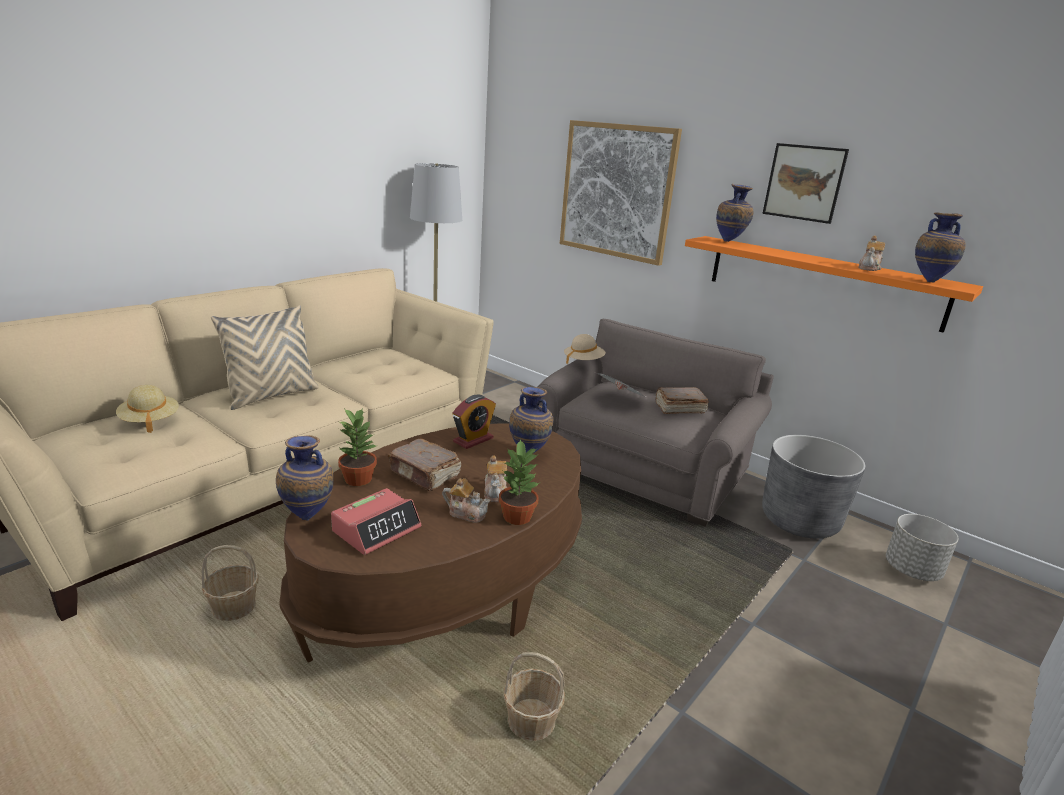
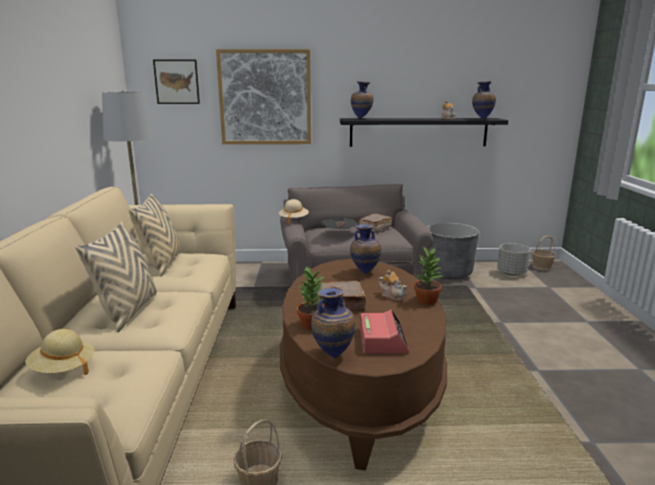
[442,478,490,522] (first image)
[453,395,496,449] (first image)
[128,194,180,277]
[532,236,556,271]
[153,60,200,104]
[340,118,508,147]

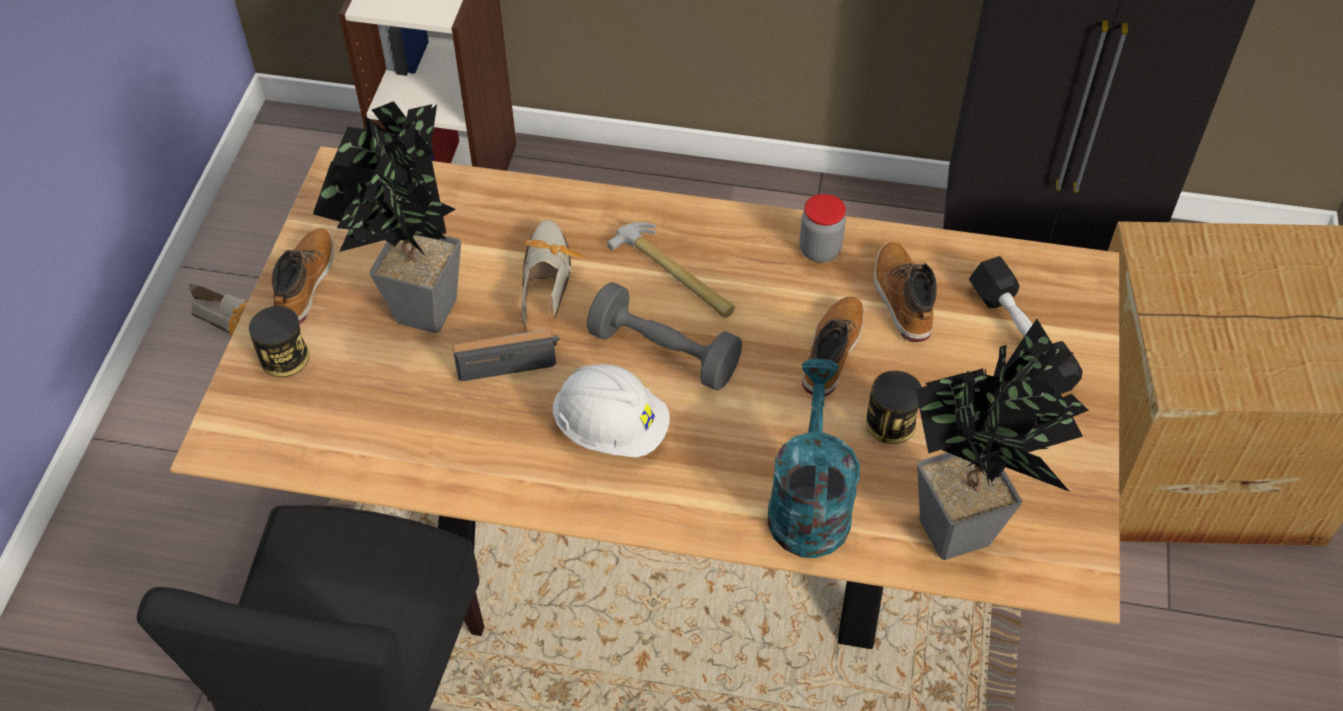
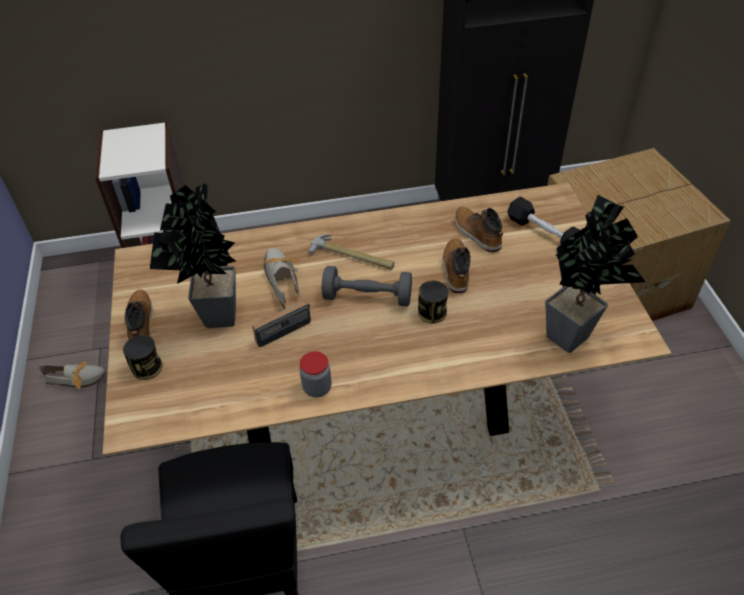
[553,364,670,458] (first image)
[768,359,860,558] (first image)
[300,351,331,397]
[418,281,448,324]

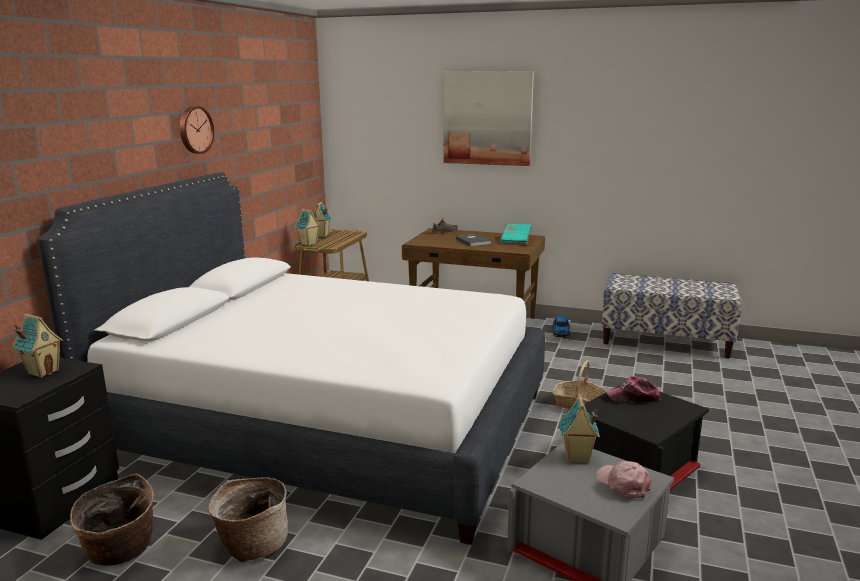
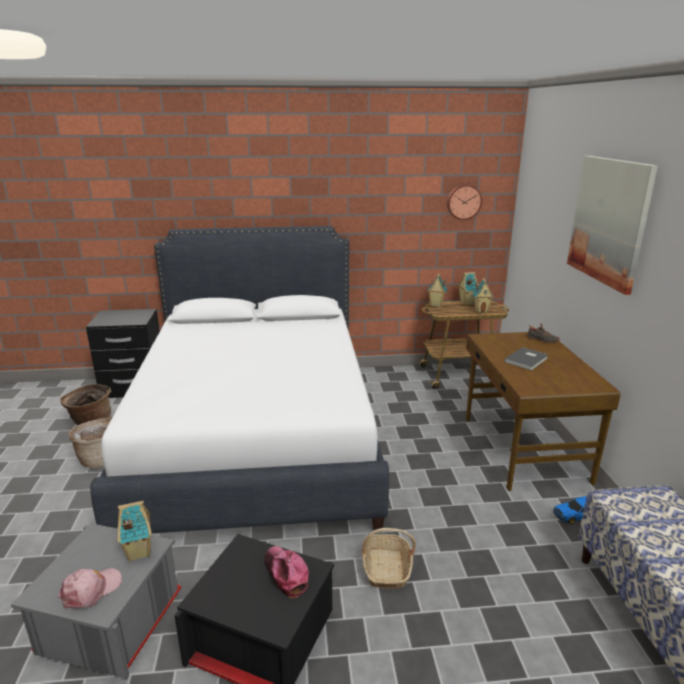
[500,223,532,244] (first image)
[472,278,494,313]
[447,184,482,220]

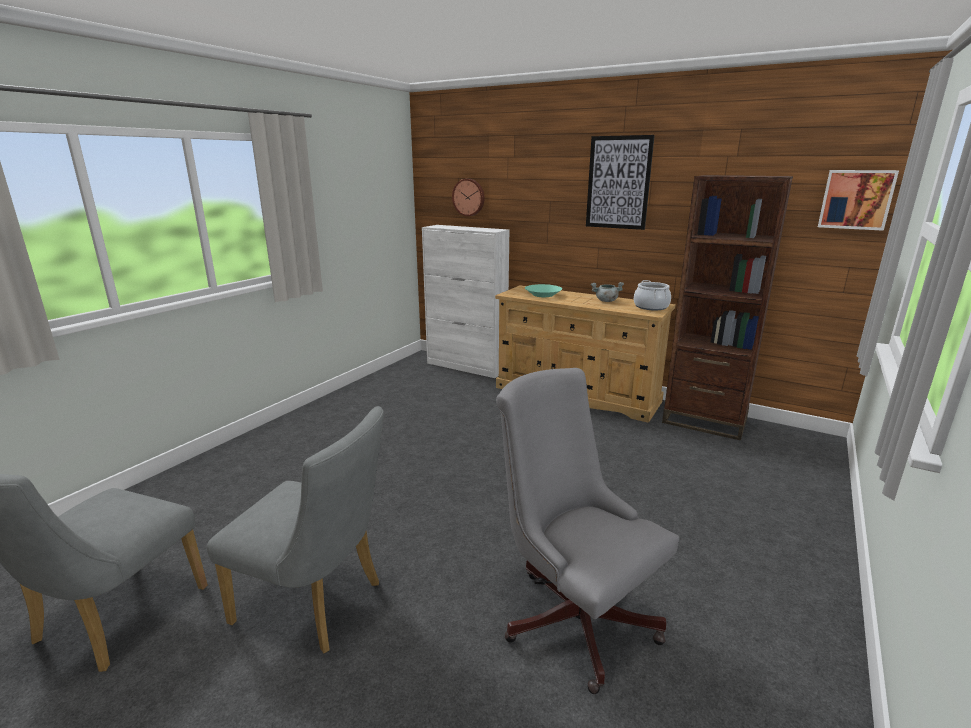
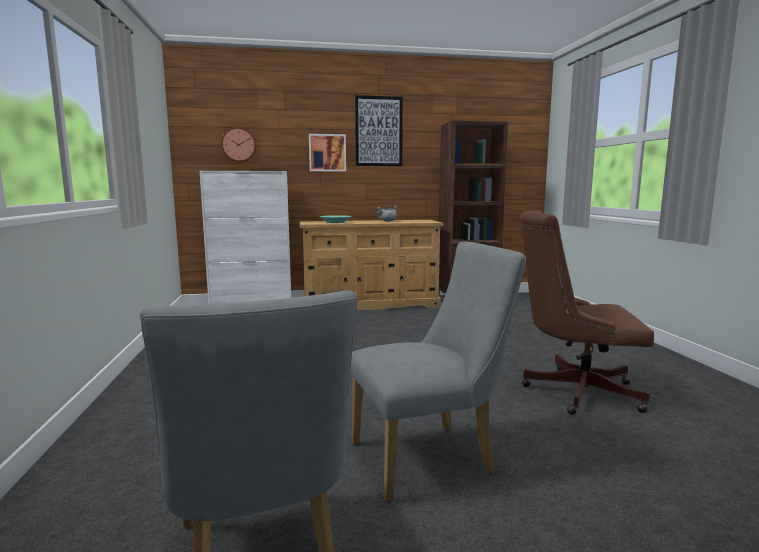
[634,280,671,310] (first image)
[309,134,346,171]
[519,210,654,415]

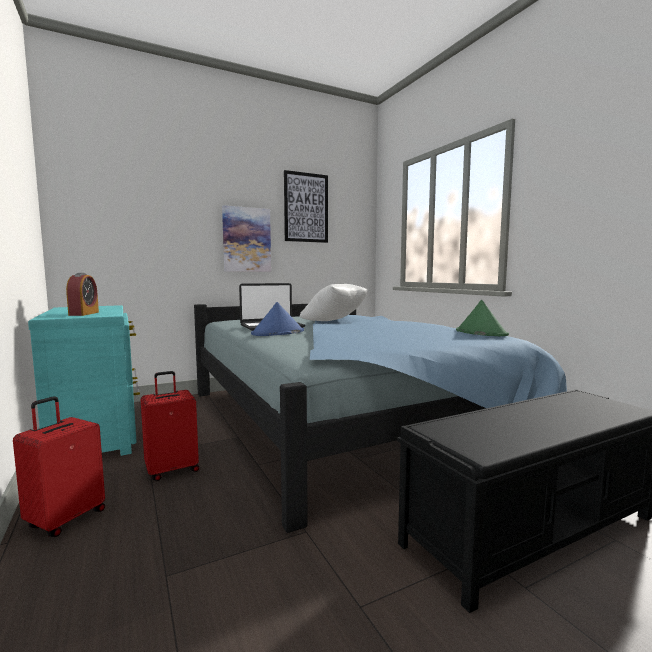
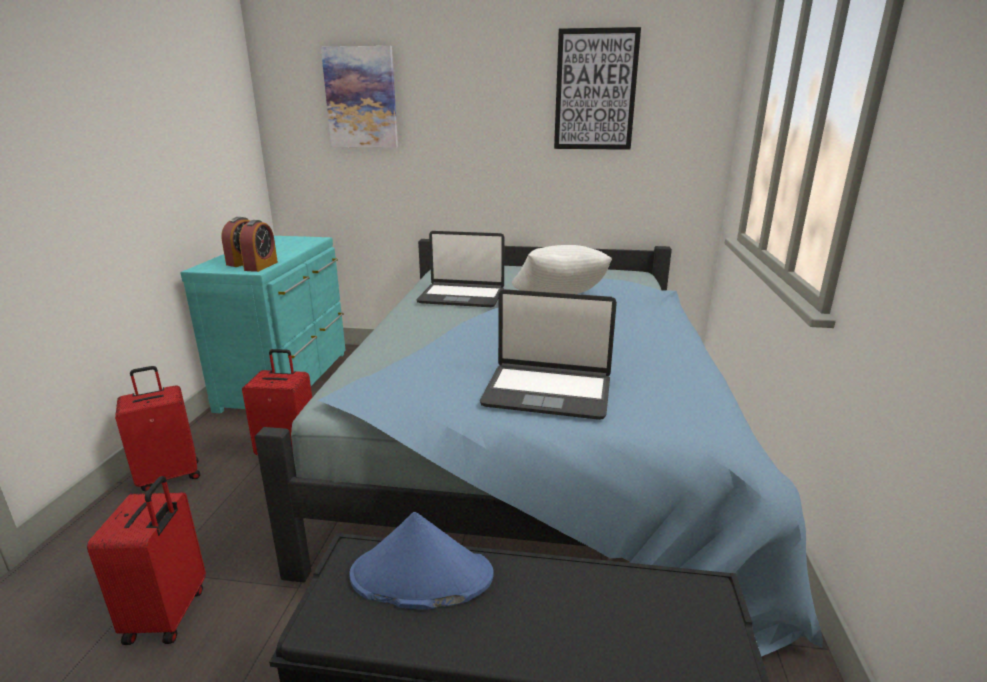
[456,300,509,336] (first image)
[87,476,206,645]
[239,220,278,272]
[480,289,617,420]
[321,46,398,148]
[349,512,494,609]

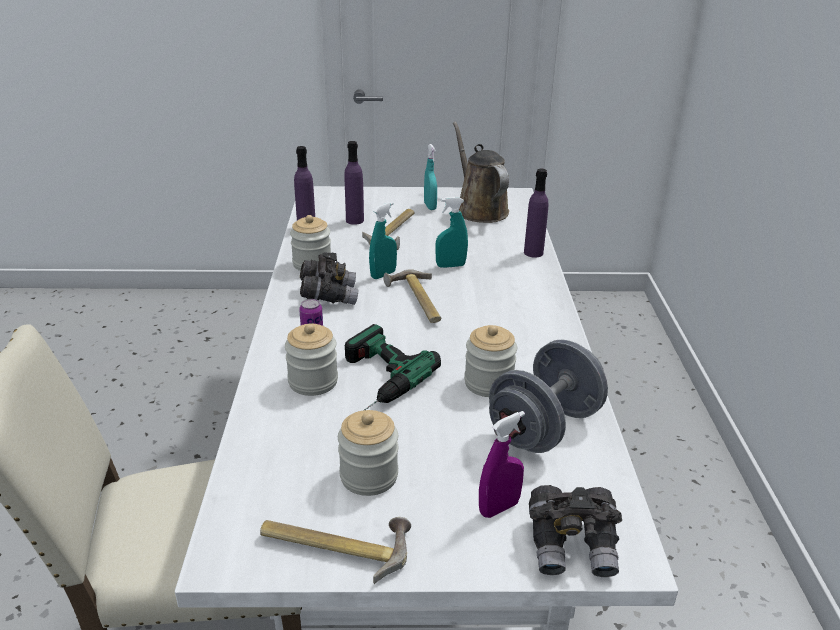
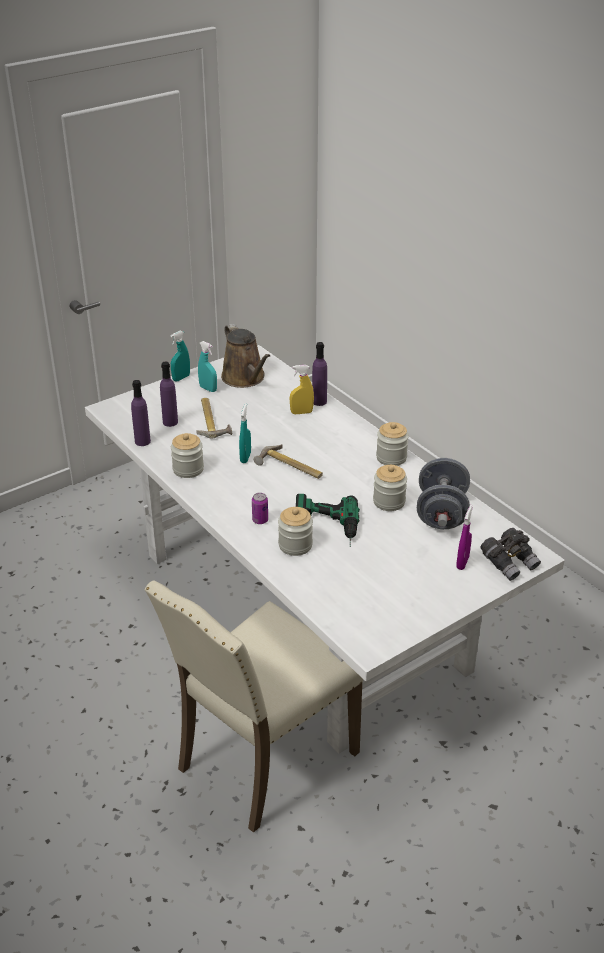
[260,517,411,584] (first image)
[300,252,358,305] (first image)
[290,365,314,414]
[376,422,409,466]
[171,331,190,382]
[221,324,271,388]

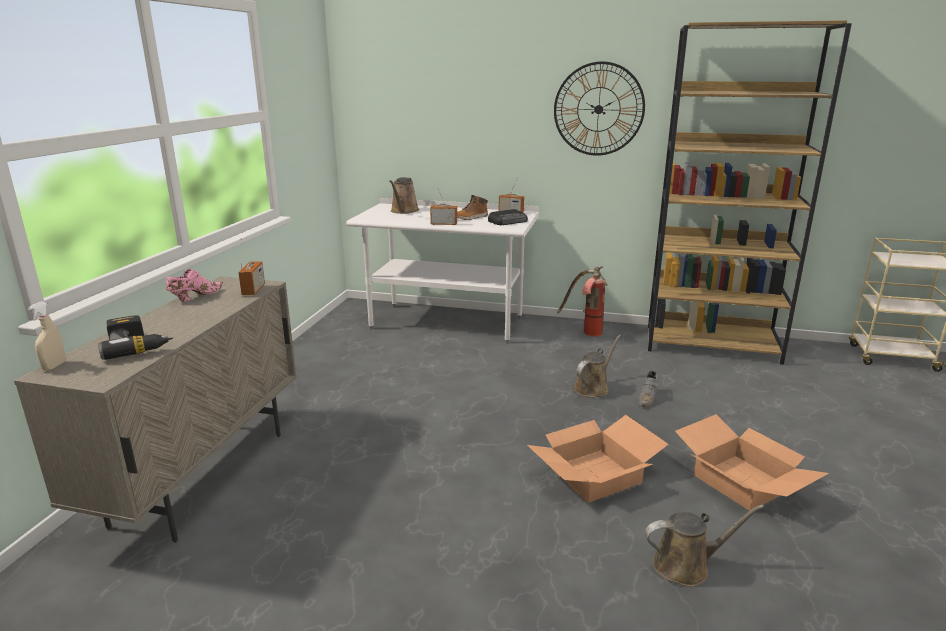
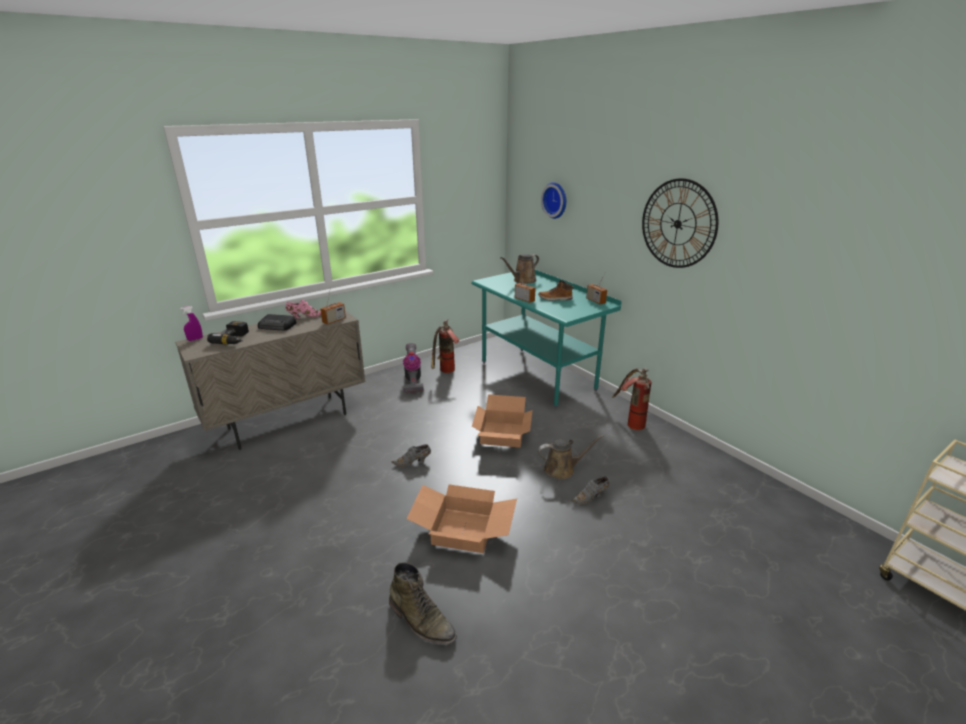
[648,20,852,365] (first image)
[392,444,431,467]
[403,343,424,393]
[431,319,460,373]
[541,182,566,219]
[258,314,296,330]
[472,394,532,448]
[389,562,457,645]
[180,306,203,341]
[471,270,622,408]

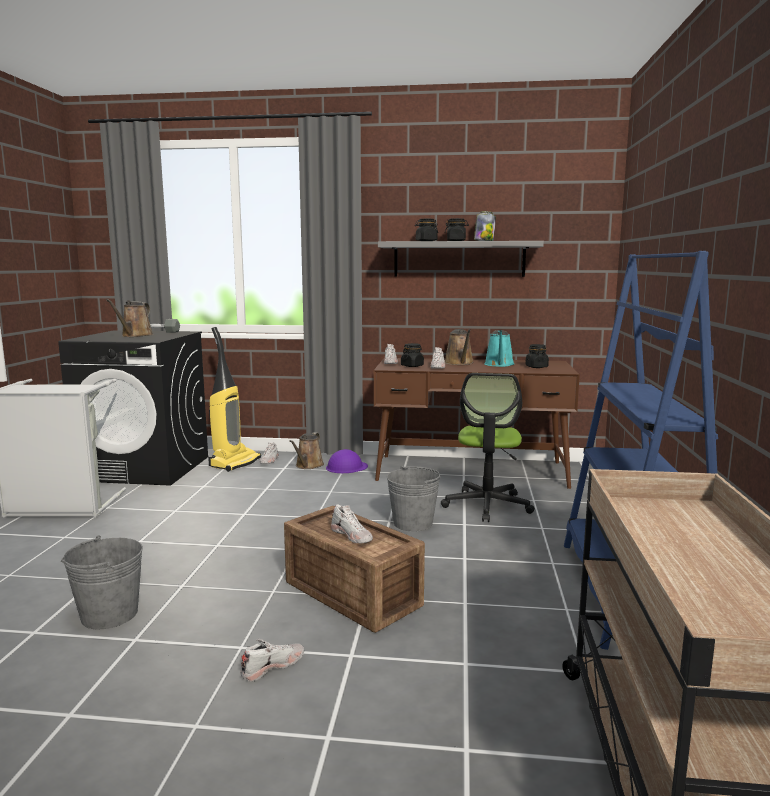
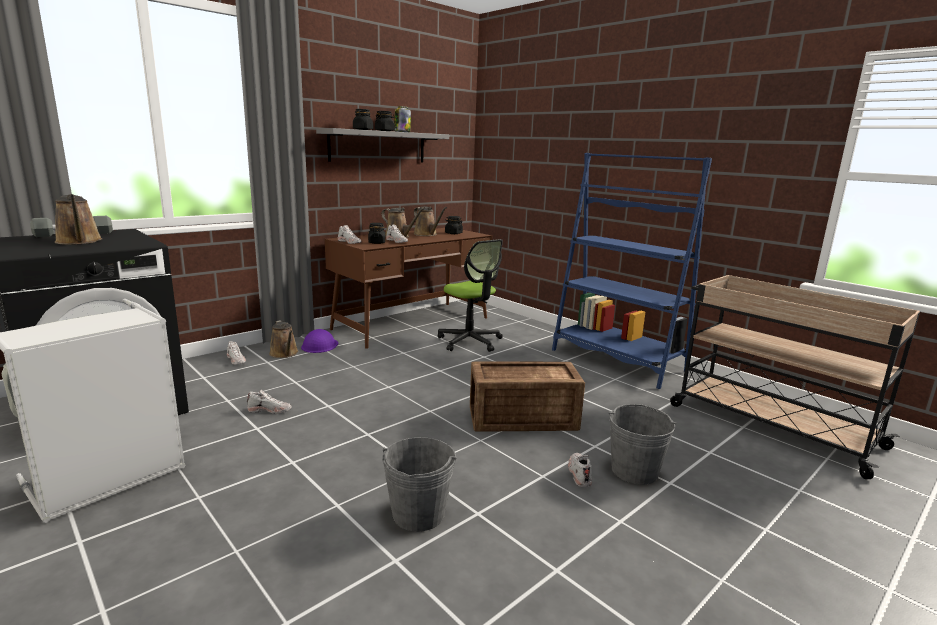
[208,327,261,472] (first image)
[247,390,291,414]
[609,404,676,485]
[414,206,447,236]

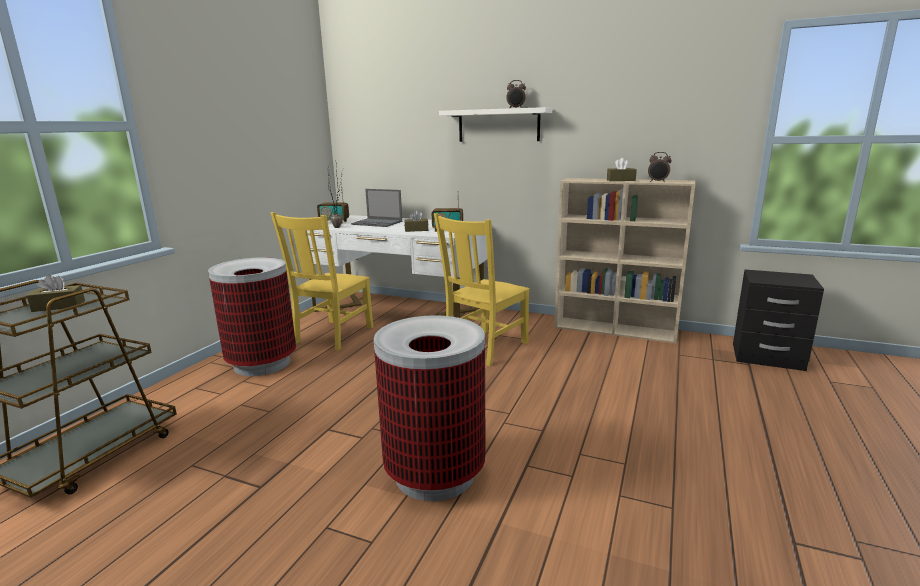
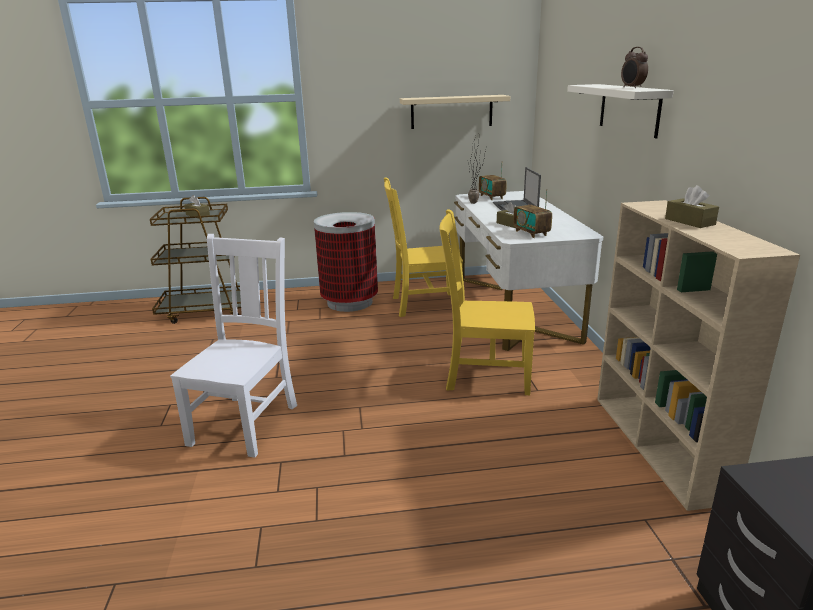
[648,152,672,182] (first image)
[400,95,510,129]
[170,234,297,458]

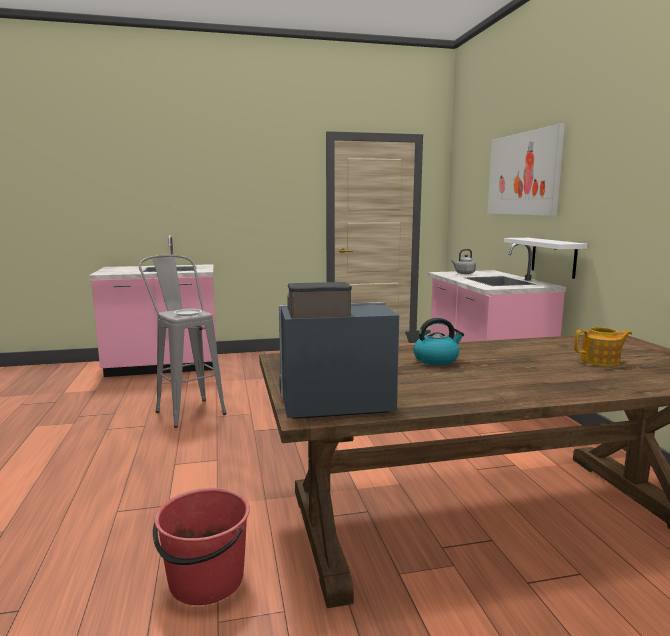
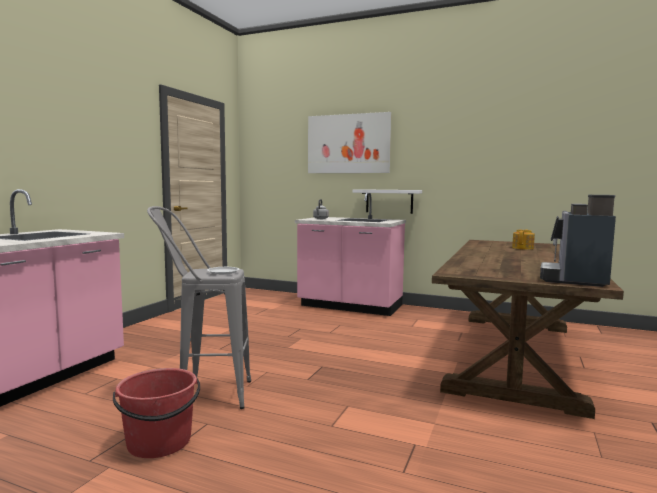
[413,318,464,365] (first image)
[113,368,200,458]

